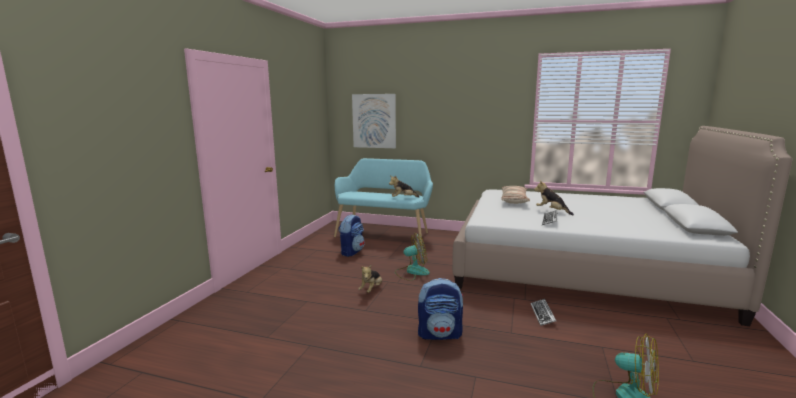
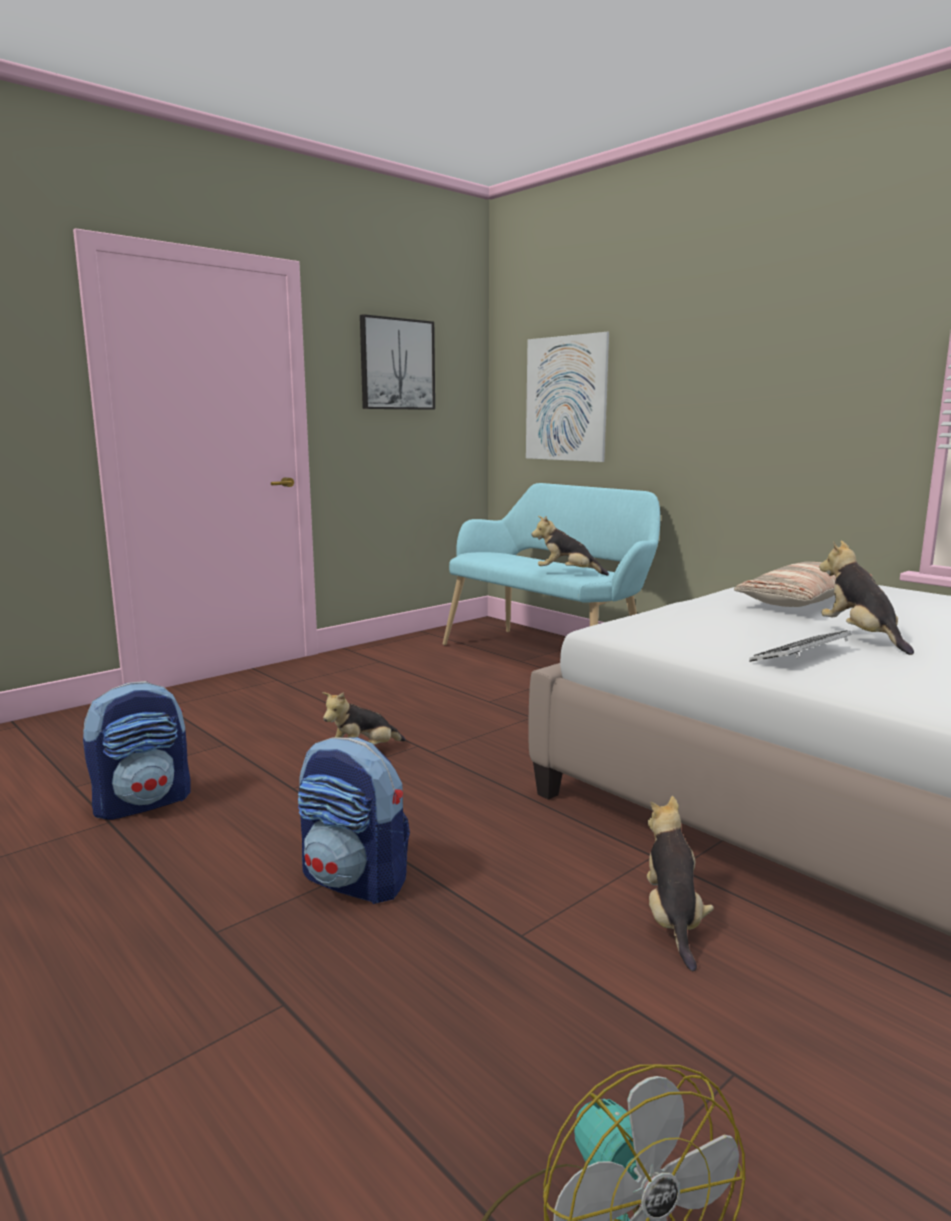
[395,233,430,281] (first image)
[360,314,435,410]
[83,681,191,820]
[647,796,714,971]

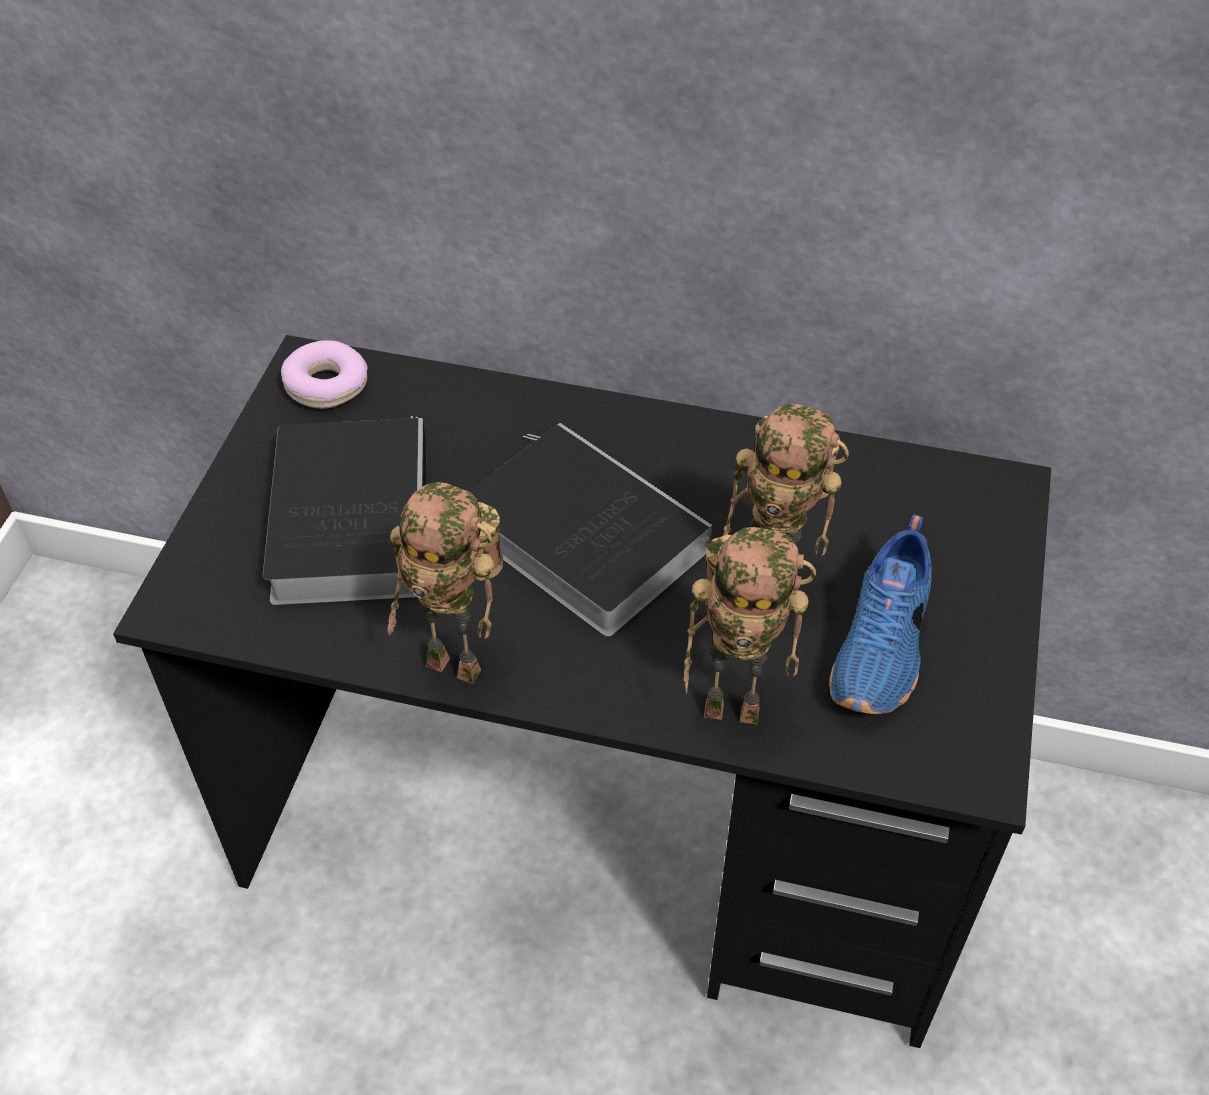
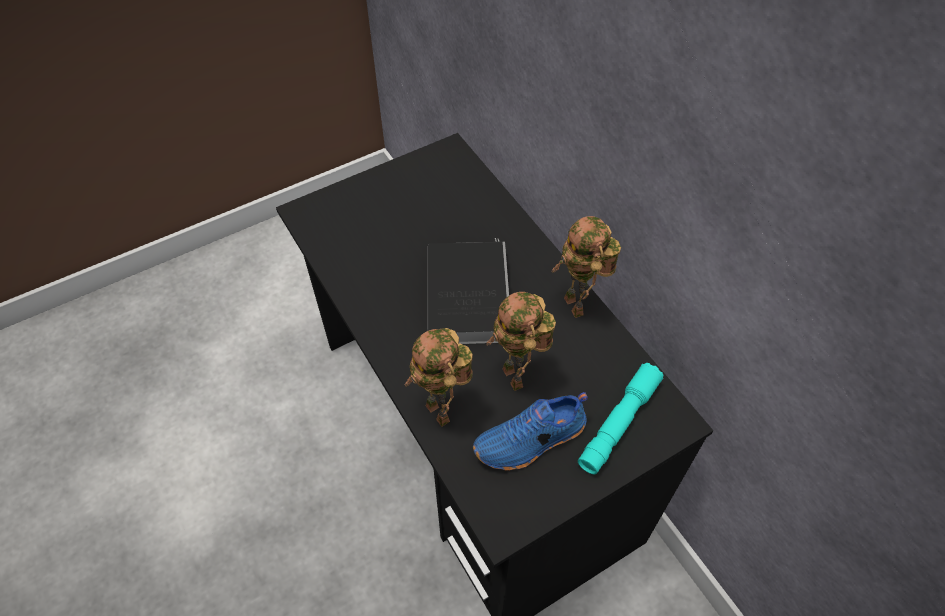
[263,416,426,605] (first image)
[281,340,368,409] (first image)
[578,363,664,474]
[551,216,621,318]

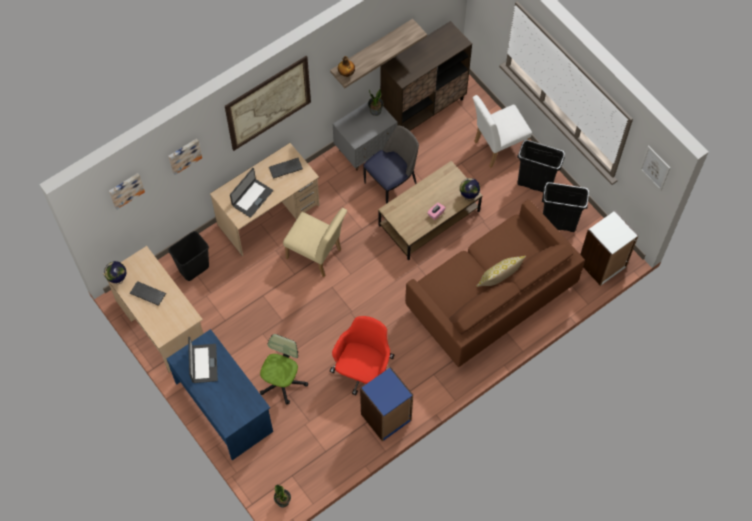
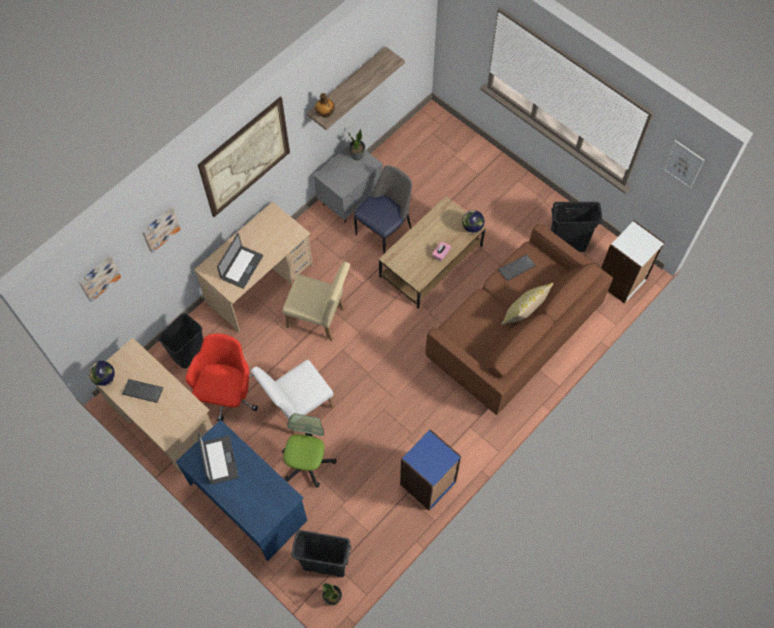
[380,21,472,131] (first image)
[498,254,536,281]
[186,334,258,421]
[251,360,335,435]
[291,530,351,577]

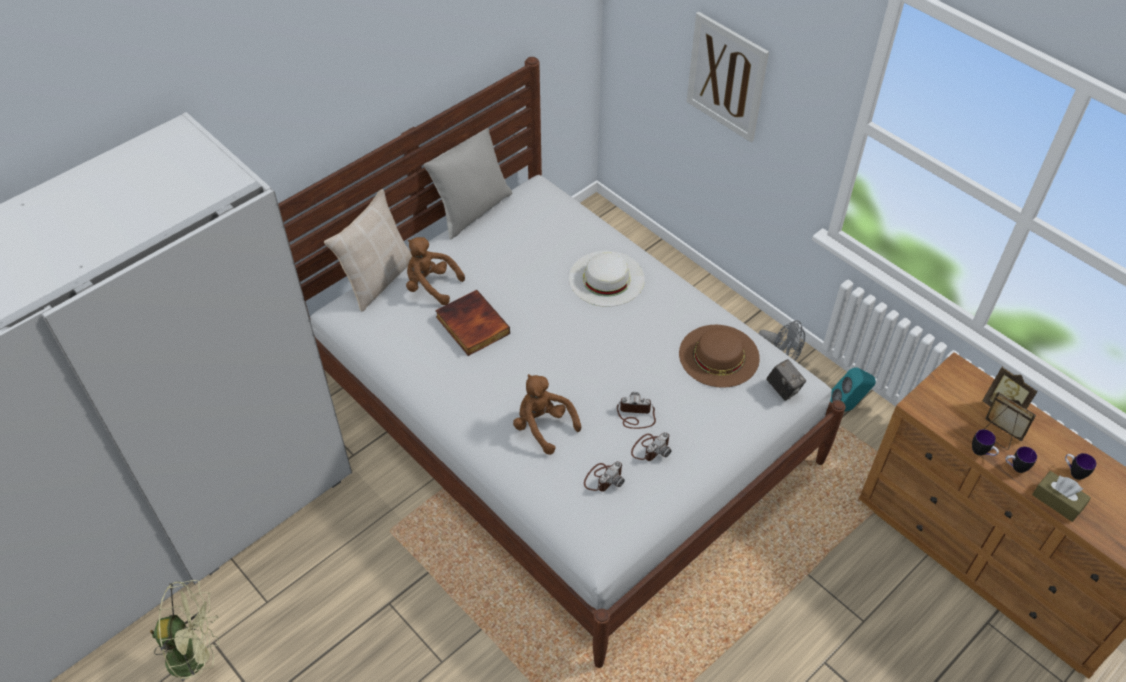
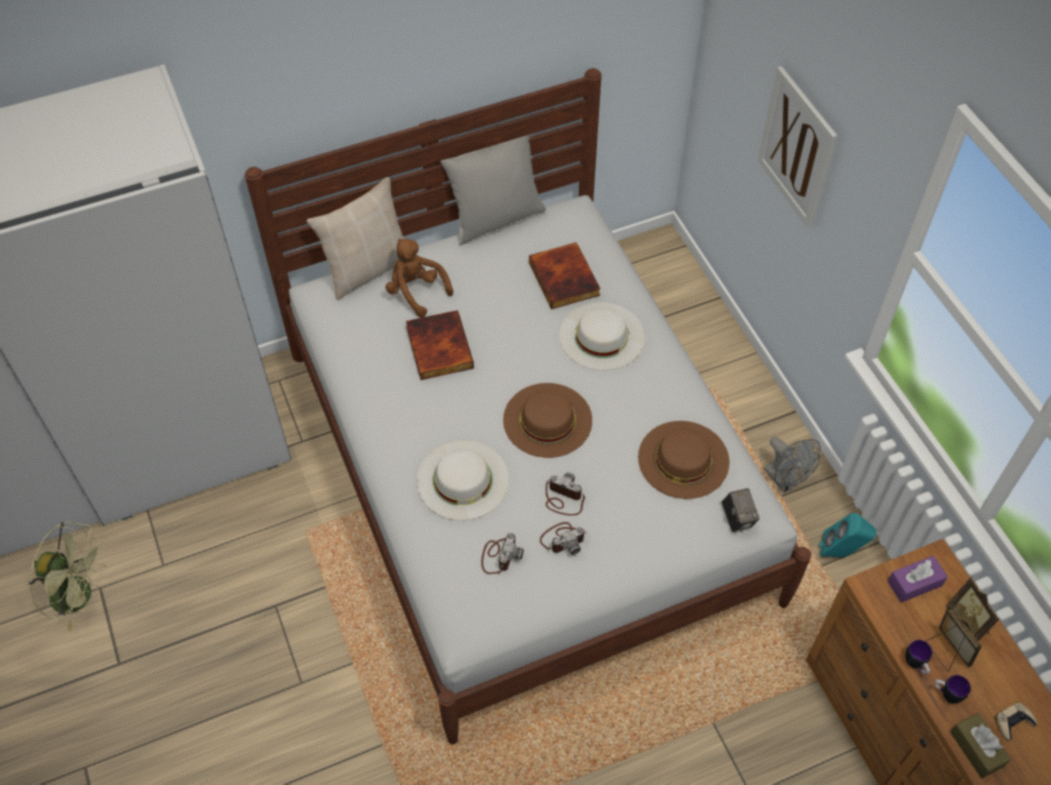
[503,383,592,458]
[529,242,601,309]
[887,556,948,603]
[417,441,509,521]
[995,702,1037,741]
[481,533,524,574]

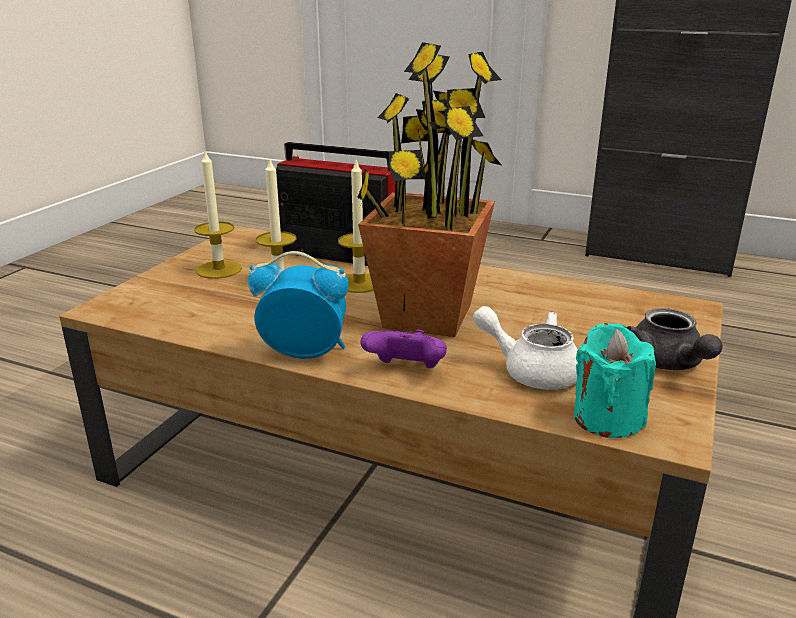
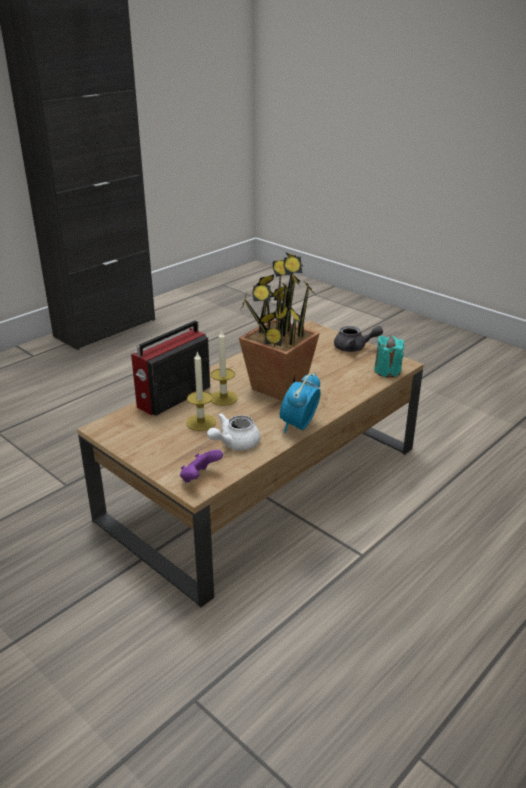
[194,150,242,279] (first image)
[180,450,223,483]
[207,413,261,451]

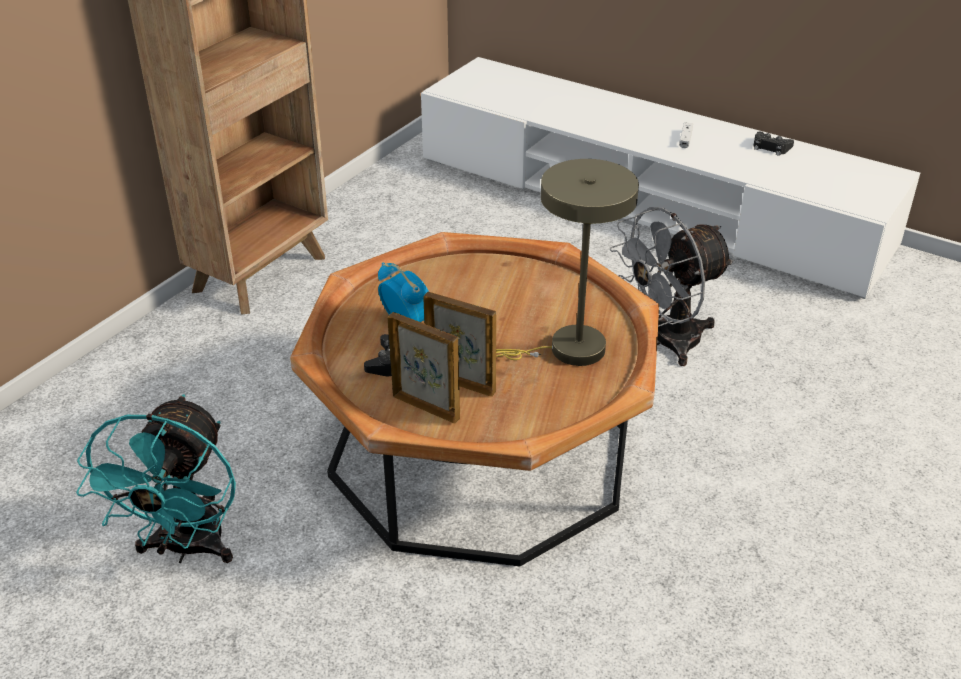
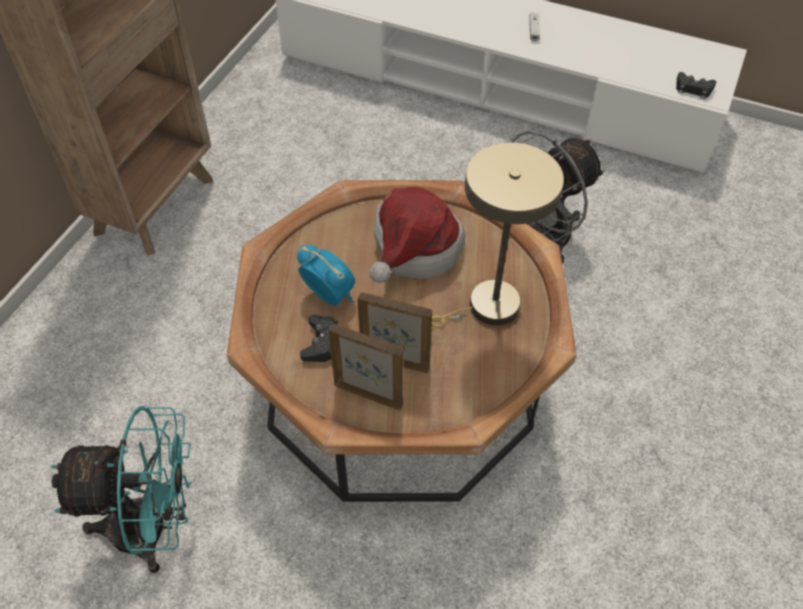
[370,187,465,283]
[676,72,716,100]
[51,406,192,573]

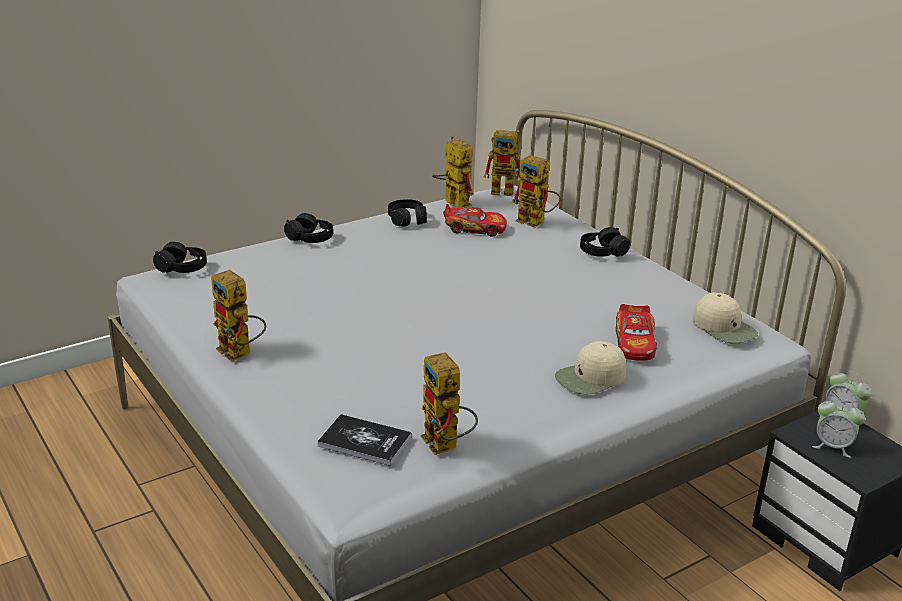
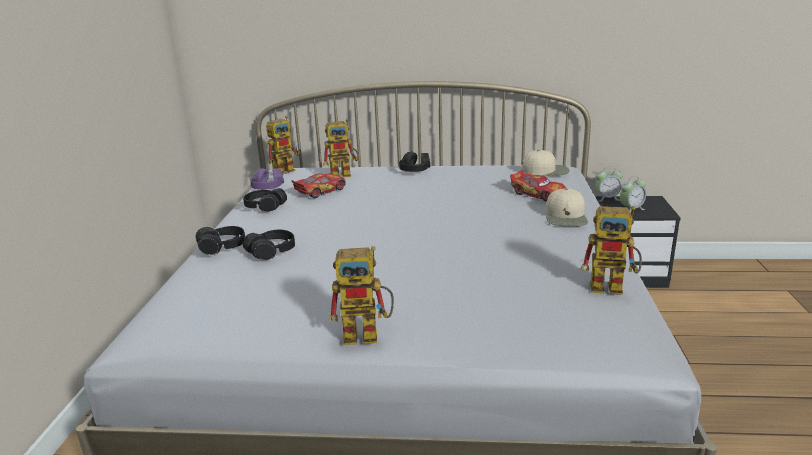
[317,414,412,466] (first image)
[243,230,295,260]
[250,168,284,190]

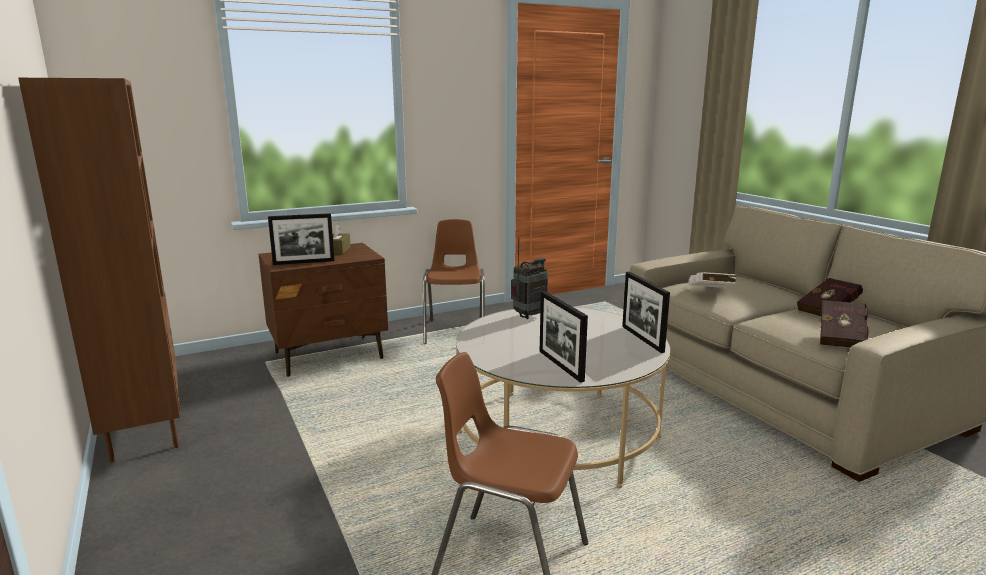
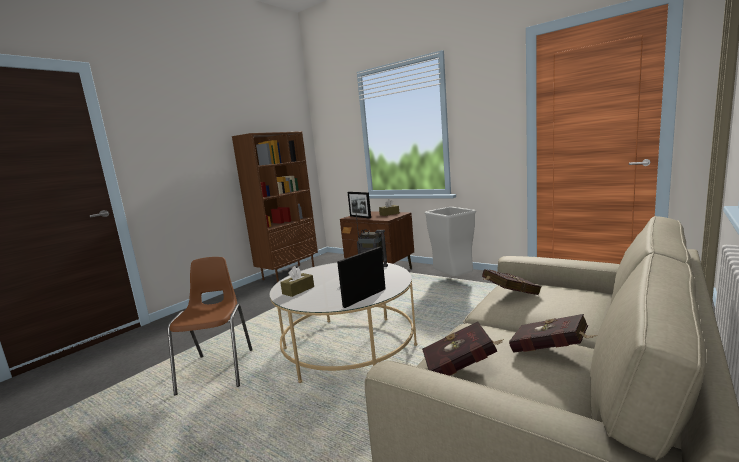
[425,207,476,277]
[280,266,314,297]
[482,269,541,295]

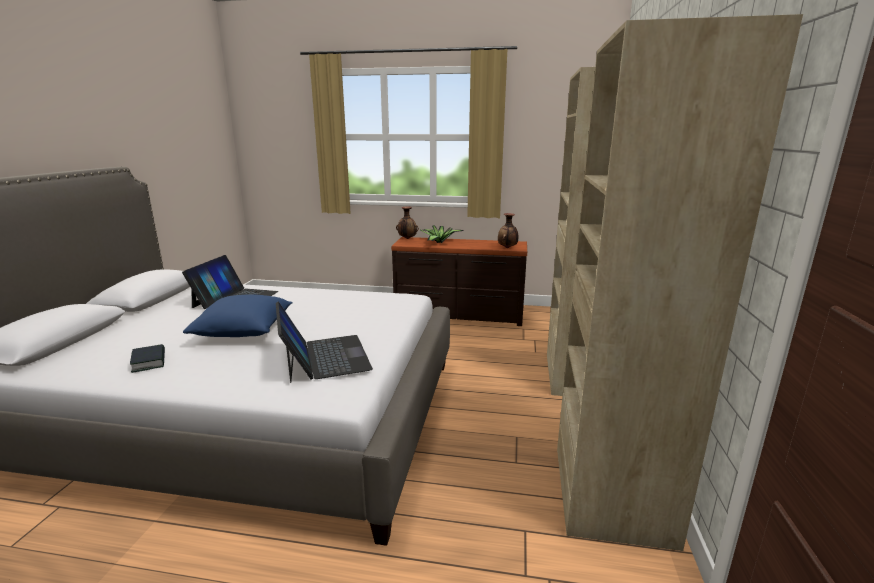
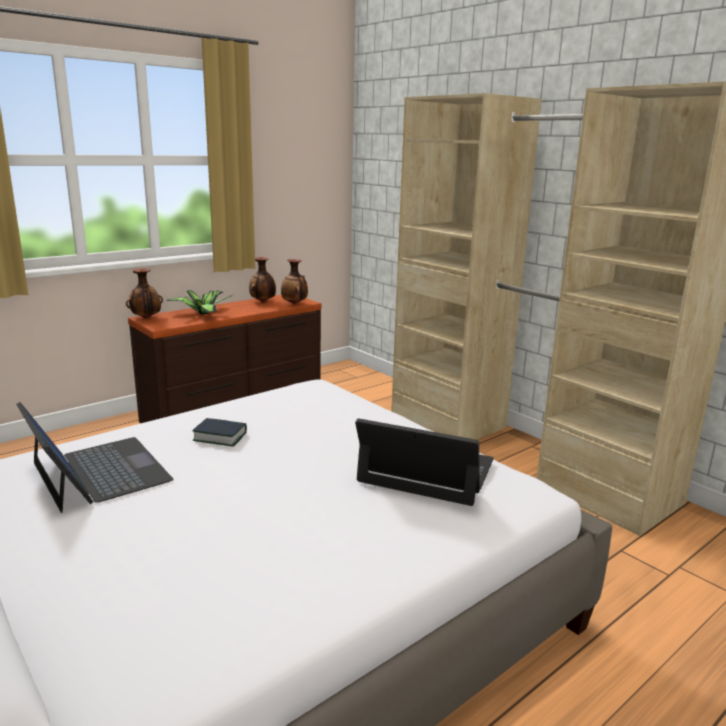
[183,294,292,337] (first image)
[249,257,276,302]
[192,418,247,447]

